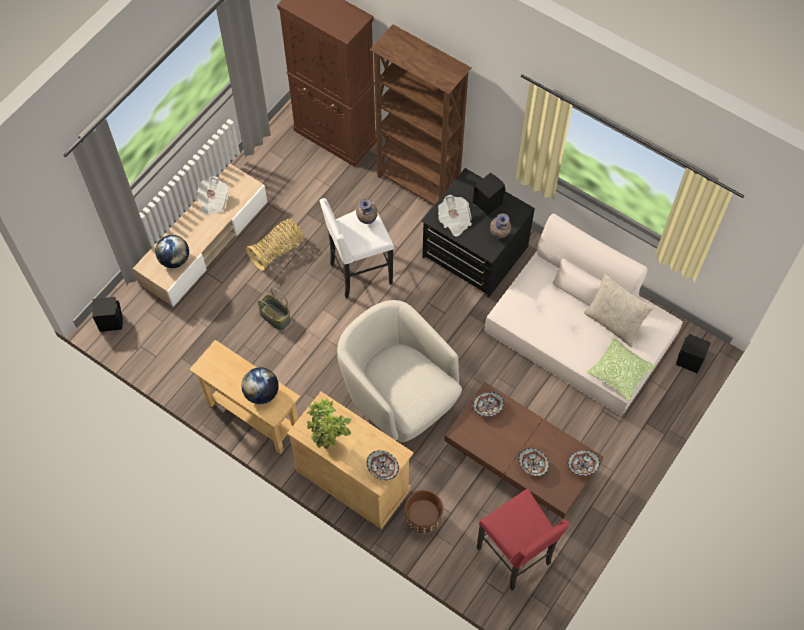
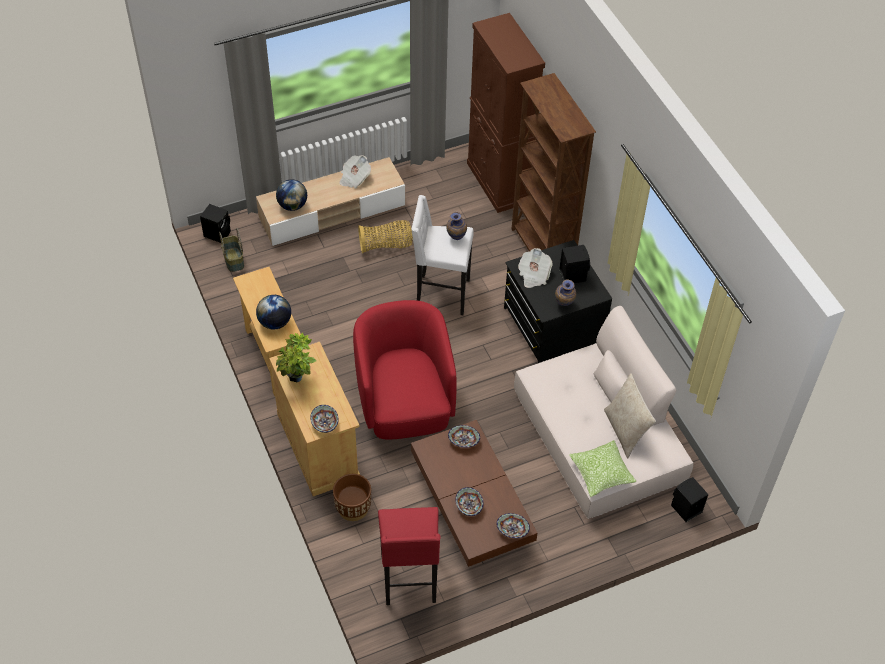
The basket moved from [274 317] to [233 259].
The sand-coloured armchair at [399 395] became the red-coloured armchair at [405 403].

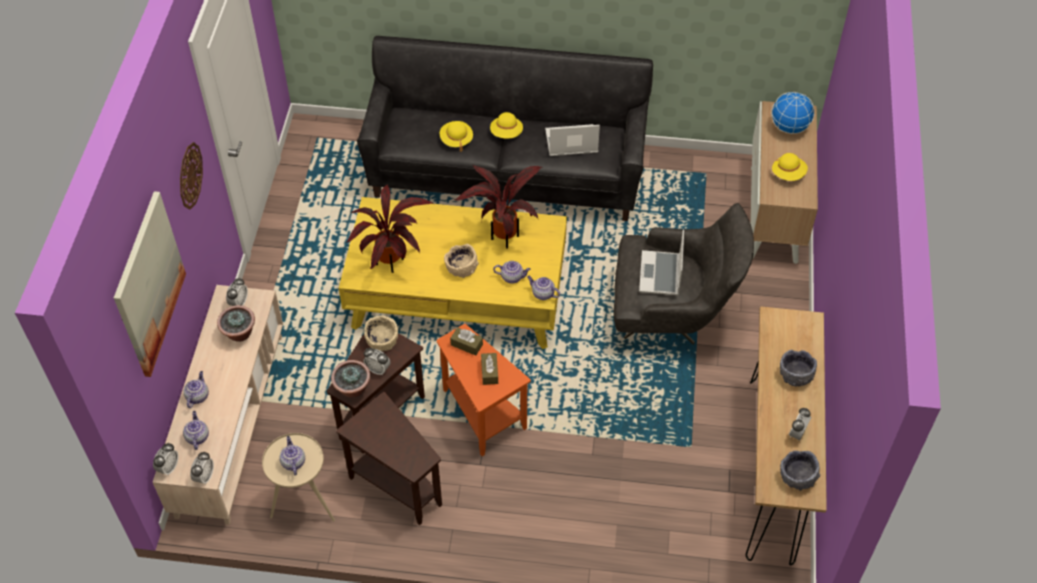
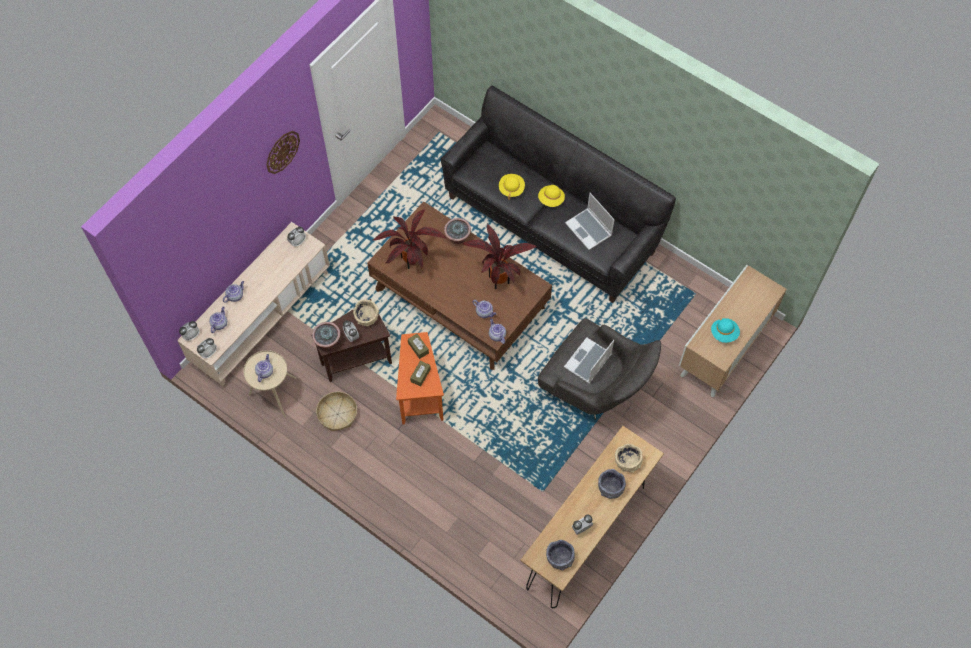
The globe at [789 127] disappeared.
The portable computer at [570 142] turned 150 degrees counterclockwise.
The yellow clothing hat at [788 174] became the turquoise clothing hat at [724 333].
The picture at [148 284] disappeared.
The yellow coffee table at [458 293] became the brown coffee table at [460 299].
The sand-coloured bowl moved from [461 268] to [627 462].
The potted plant moved from [239 334] to [457 238].
The brown side table at [396 484] was replaced by the basket at [337 414].

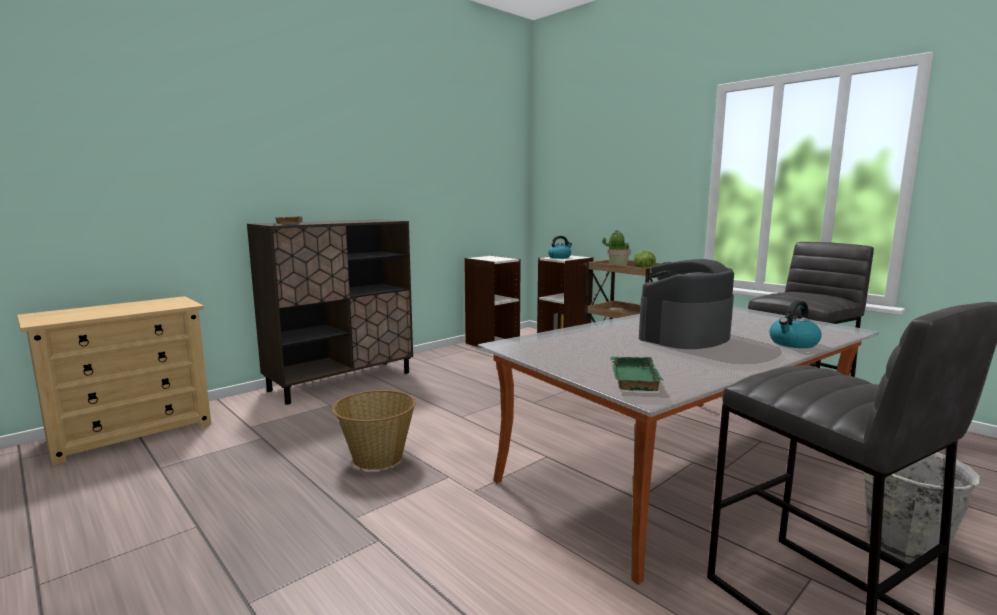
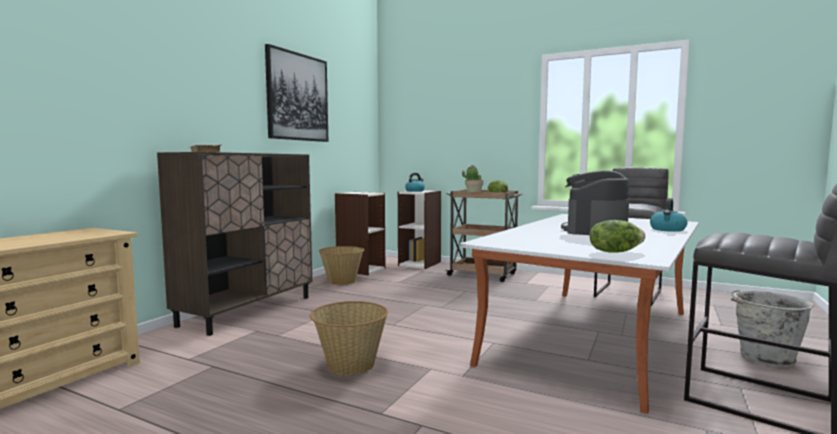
The green carrying tray at [631 378] was replaced by the lettuce at [615 252].
The picture at [297 97] appeared.
The basket at [342 281] appeared.

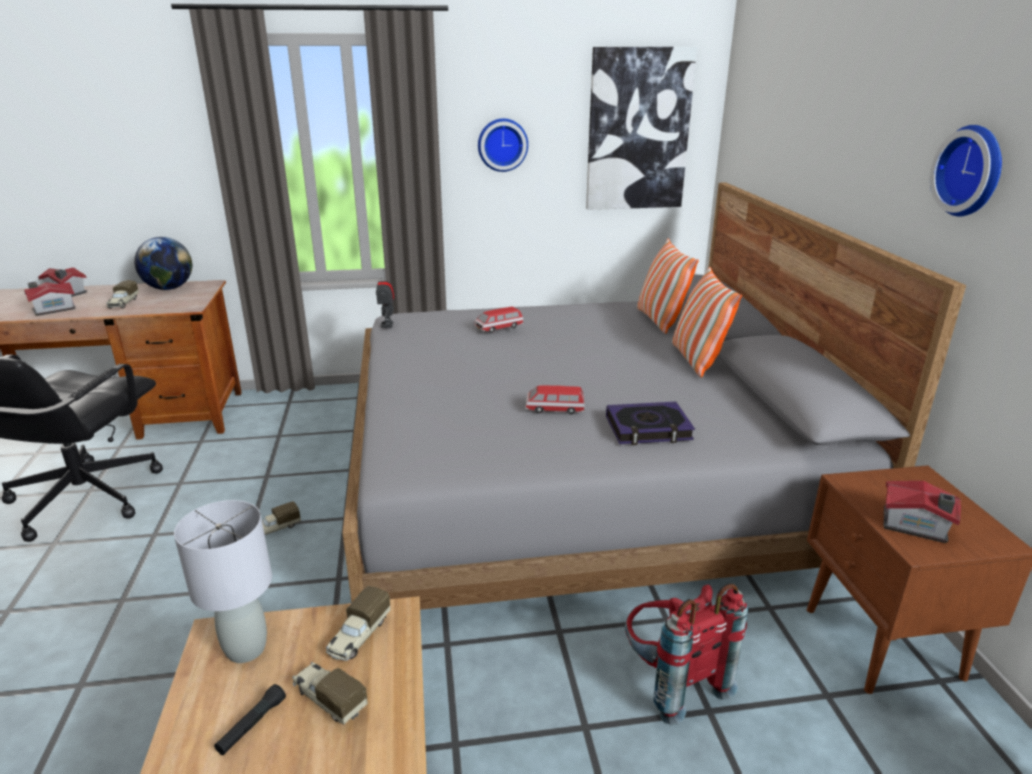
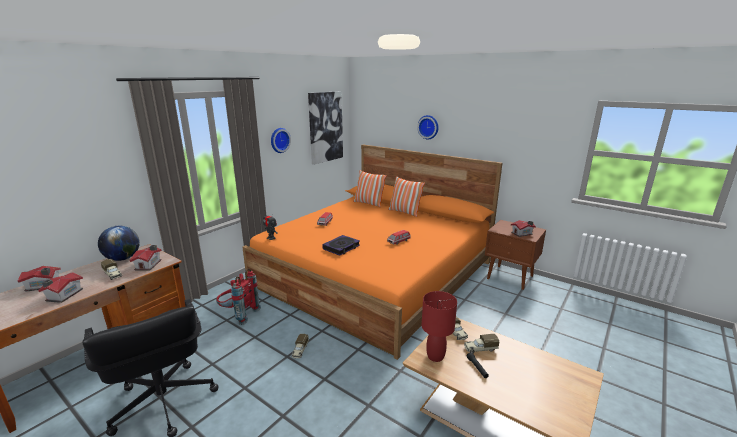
The clock on the wall moved from [972 171] to [428 127].
The grey bed at [578 472] became the orange bed at [376 273].
The bound book moved from [648 429] to [341 247].
The grey lamp for a table at [246 650] became the red-coloured lamp for a table at [435 356].
The red-coloured rucksack moved from [671 681] to [238 315].
The model house at [149 264] appeared.

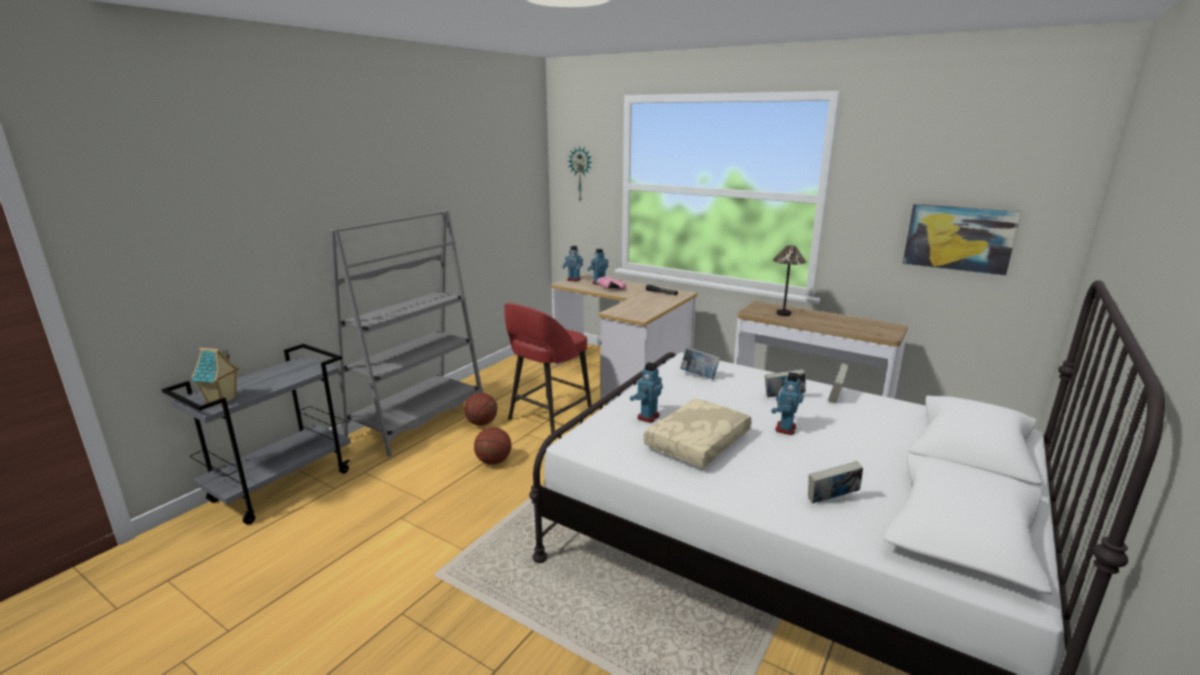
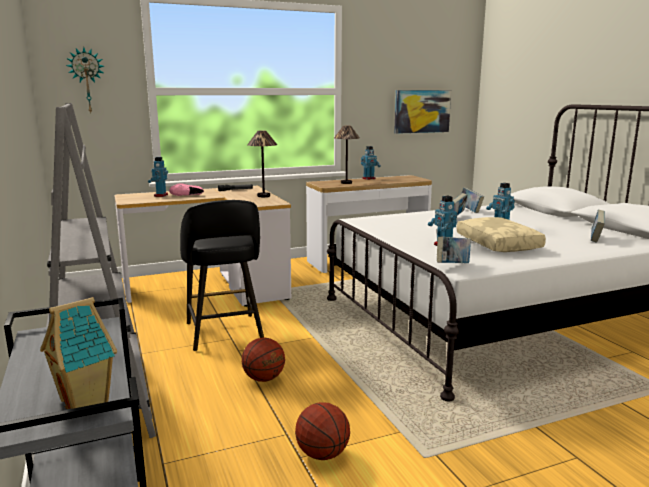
The robot figure moved from [573 280] to [369 178].
The red-coloured stool seat at [548 417] became the black stool seat at [224 333].
The bound book moved from [699 376] to [452 265].
The basketball moved from [481 423] to [322 454].
The lamp for a table at [264 196] appeared.

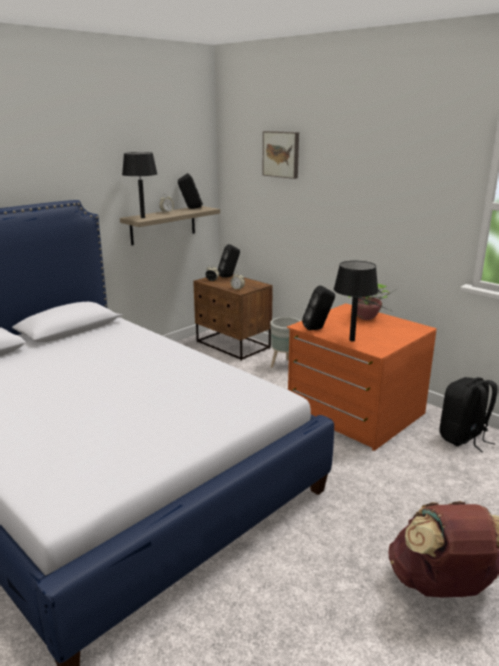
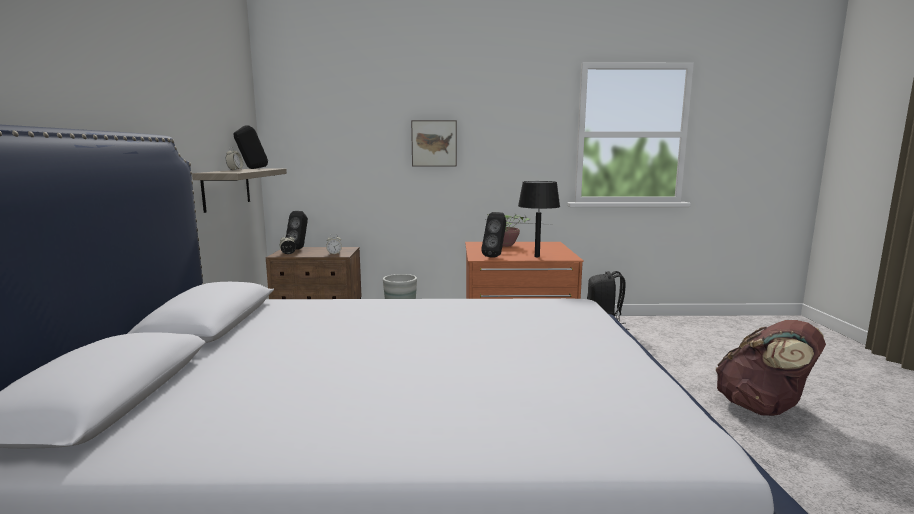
The picture moved from [281 154] to [434 143].
The black lamp for a table at [142 217] disappeared.

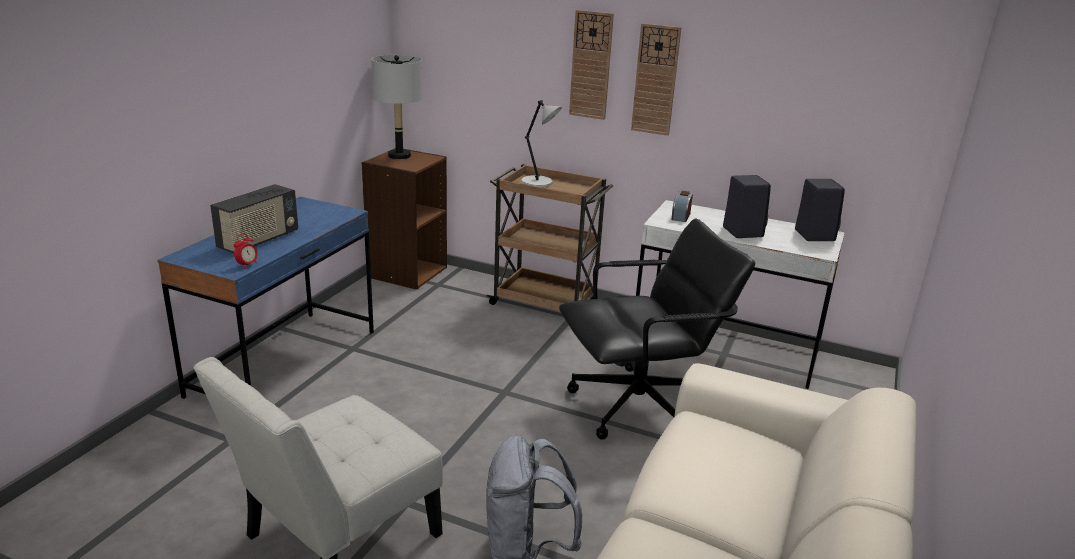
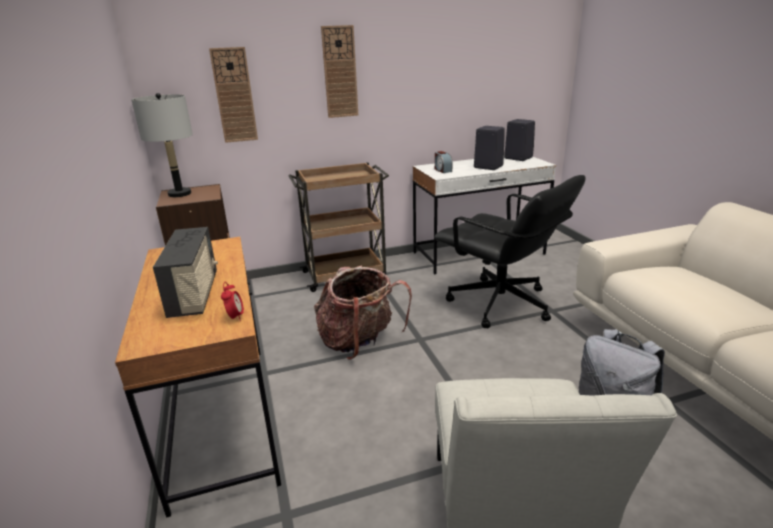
The clock on the wall moved from [655 80] to [234 95].
The grey lamp for a table at [538 182] disappeared.
The bluish desk table at [285 363] became the brown desk table at [223 418].
The black computer chair at [639 407] turned 105 degrees clockwise.
The rucksack at [359 342] appeared.

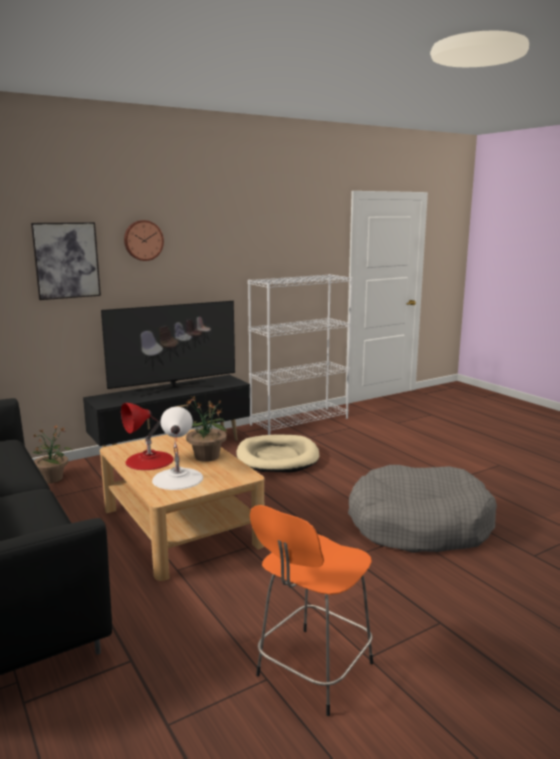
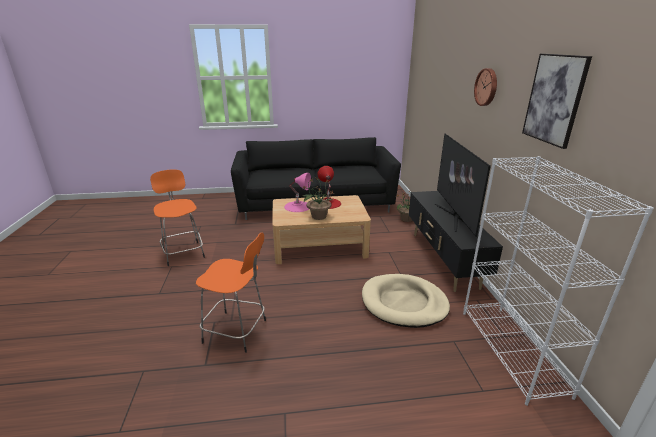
The picture moved from [66 260] to [554 99].
The whitish lamp for a table at [177 478] became the pink lamp for a table at [297 206].
The grey dog cushion at [418 525] was replaced by the orange stool seat at [237 331].

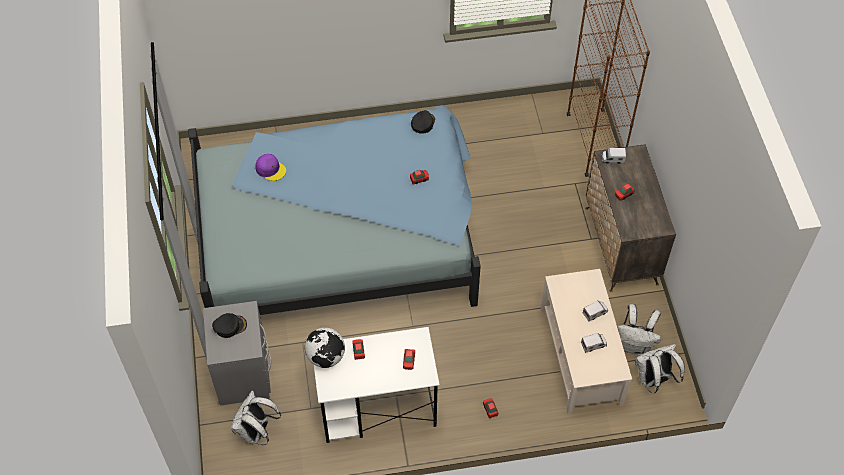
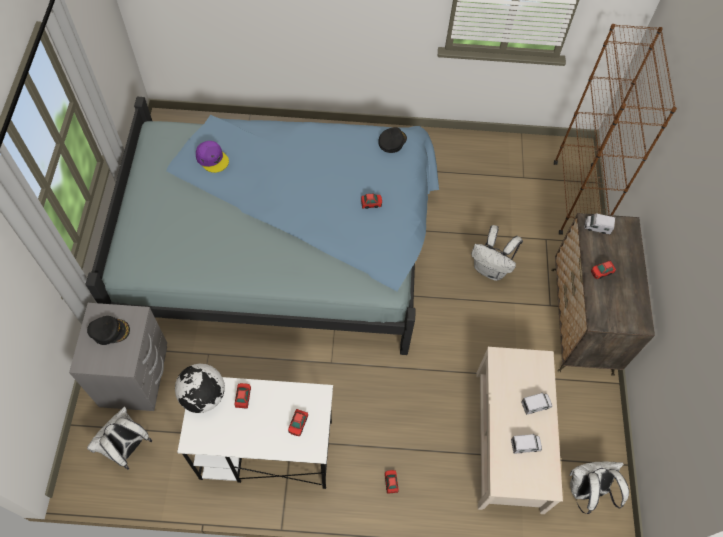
The whitish rucksack moved from [634 345] to [490 269].

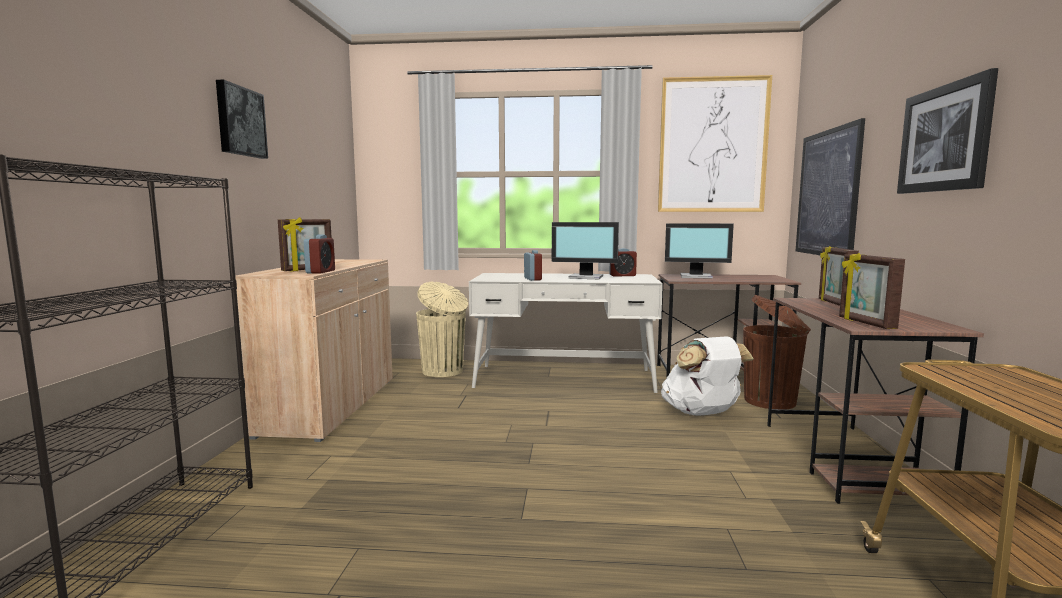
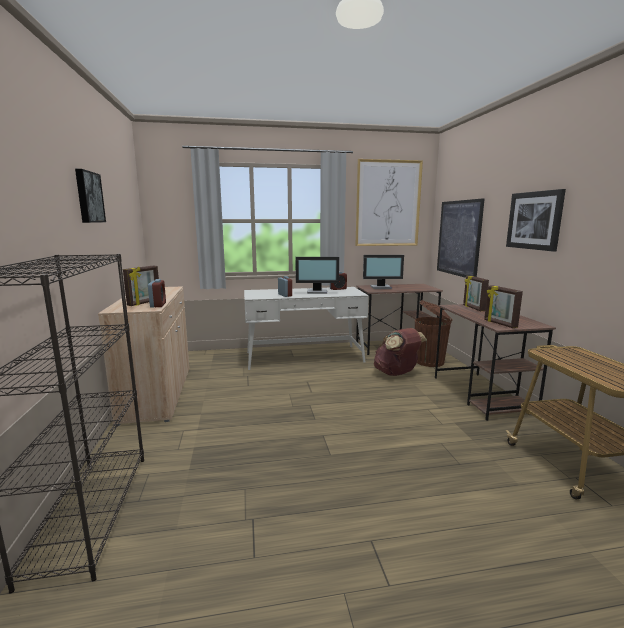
The sand-coloured rubbish bin at [443 371] disappeared.
The whitish rucksack at [702 413] became the brown rucksack at [396 373].

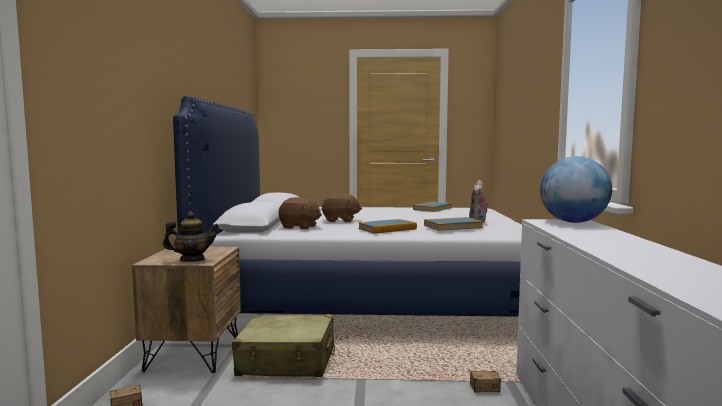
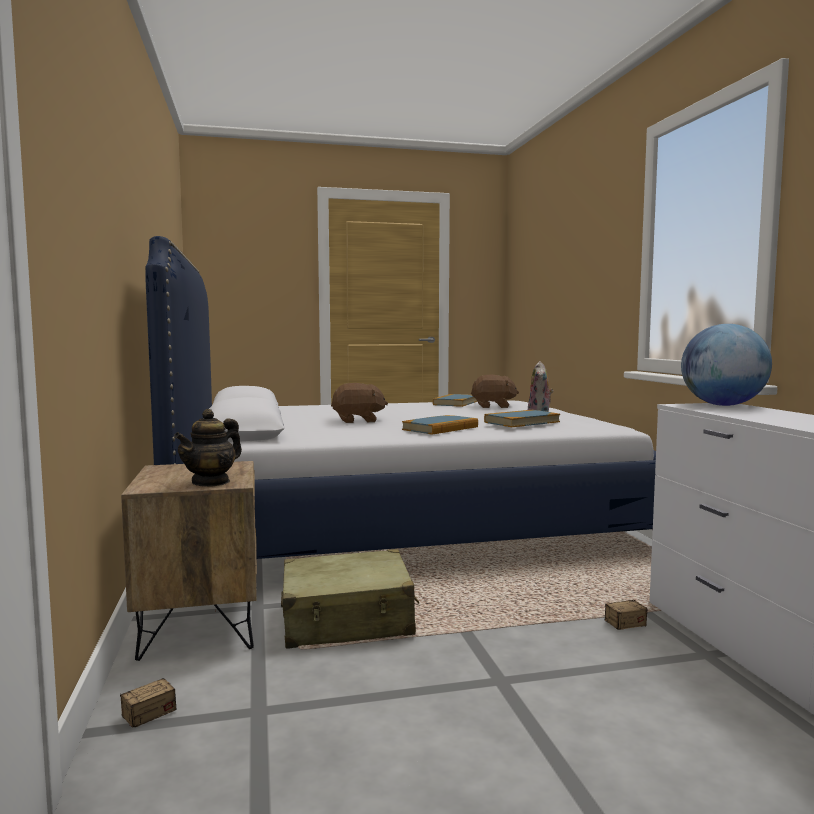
The brown plush toy moved from [299 227] to [493 406].
The tea pot at [192 260] turned 150 degrees clockwise.

